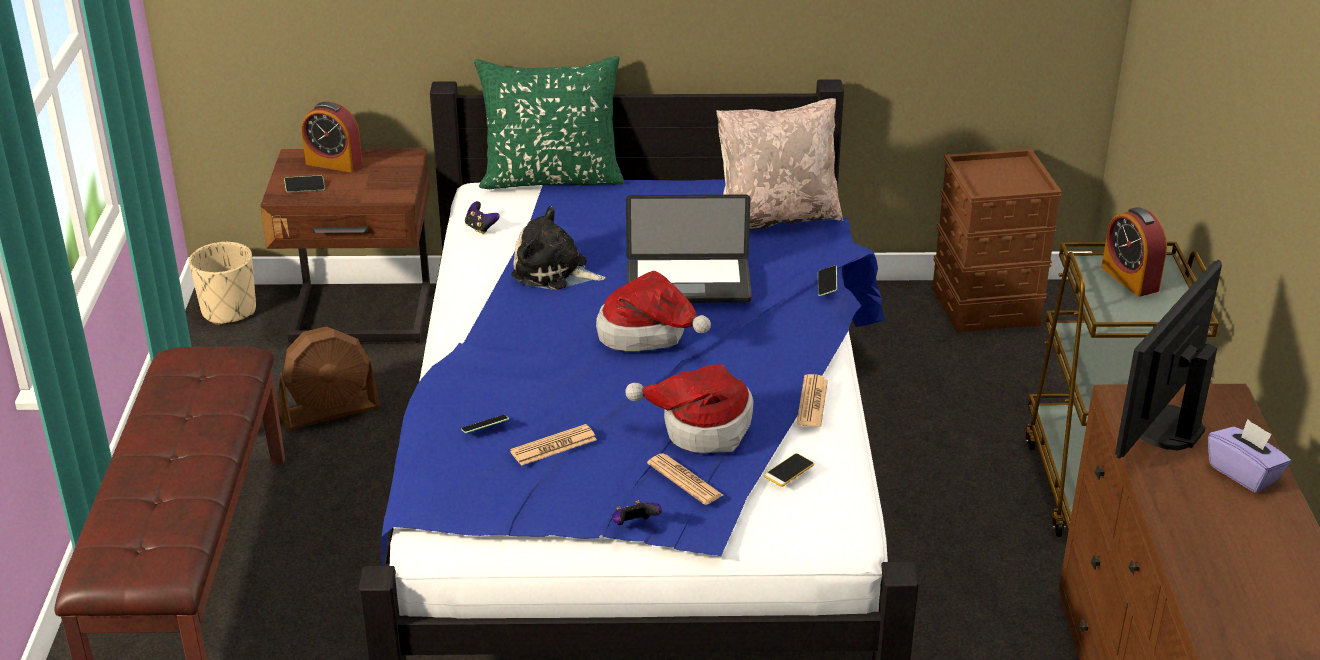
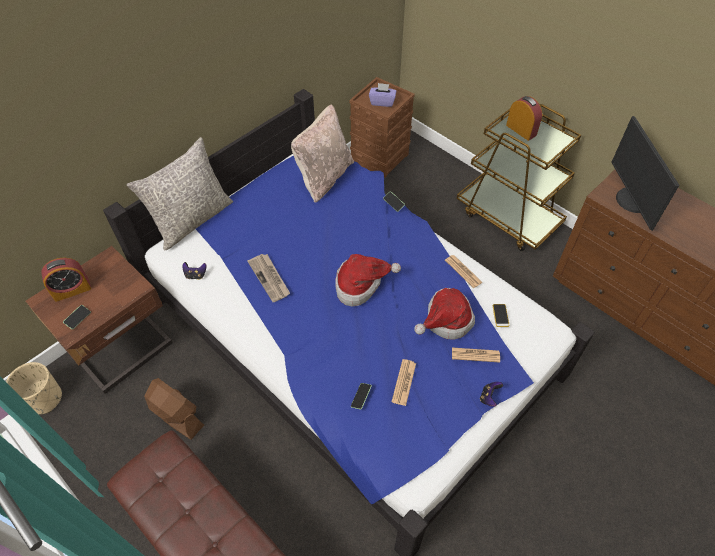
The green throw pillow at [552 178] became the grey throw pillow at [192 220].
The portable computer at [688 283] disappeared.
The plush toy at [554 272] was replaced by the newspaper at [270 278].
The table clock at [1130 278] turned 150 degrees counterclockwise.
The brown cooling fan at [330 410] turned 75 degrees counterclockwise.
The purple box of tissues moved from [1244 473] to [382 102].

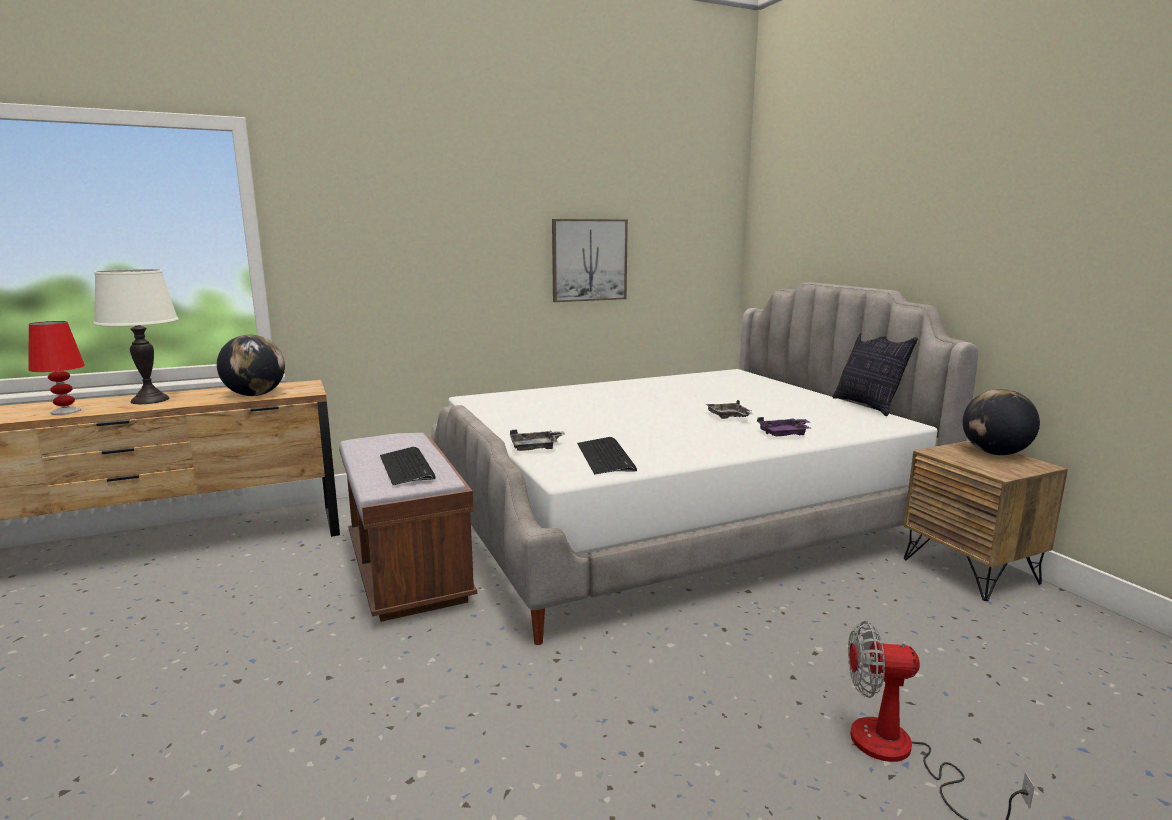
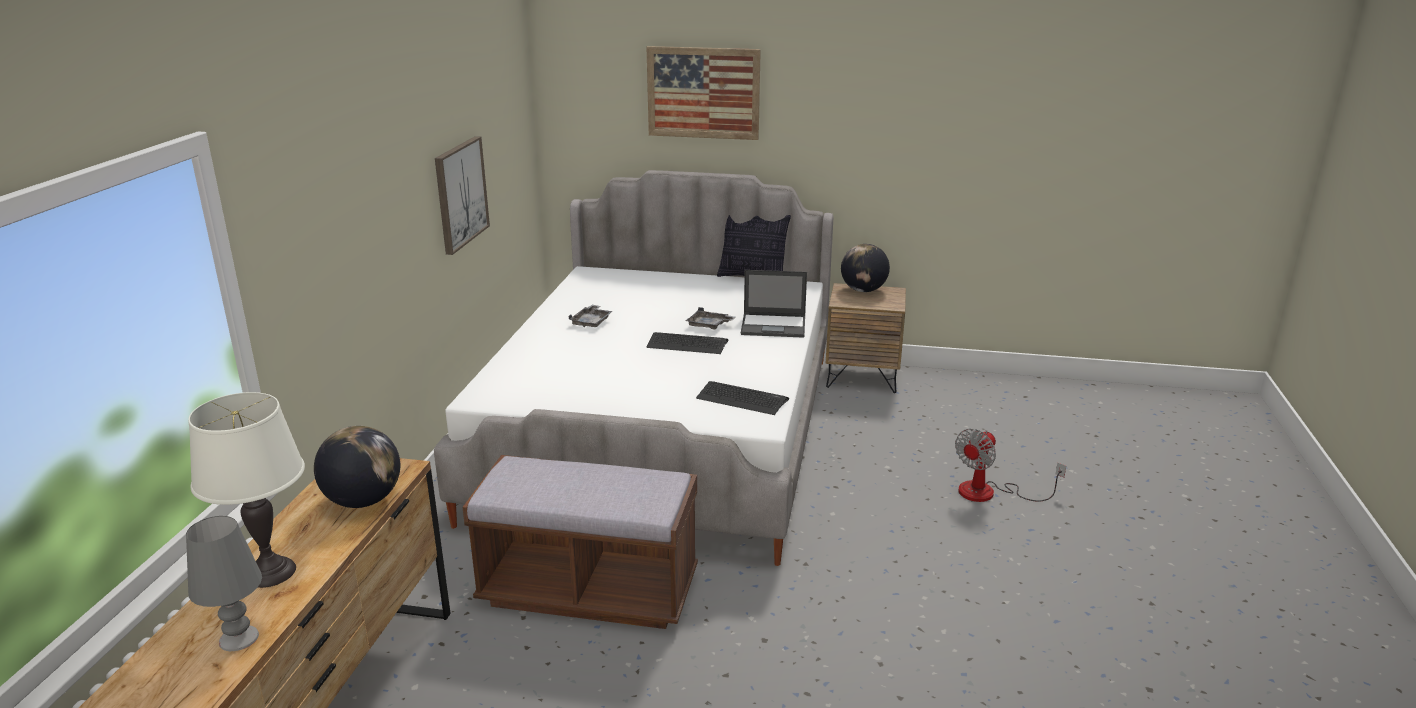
The red-coloured lamp for a table at [65 411] became the grey lamp for a table at [238 638].
The purple carrying tray at [785 434] was replaced by the portable computer at [774 326].
The grey carrying tray moved from [536 447] to [591 322].
The keyboard moved from [407 467] to [687 344].
The picture at [703 93] appeared.

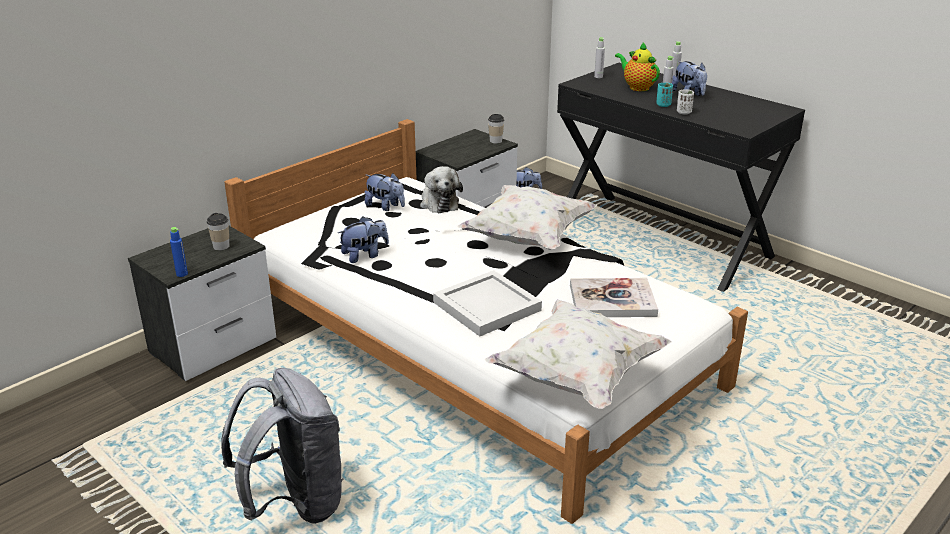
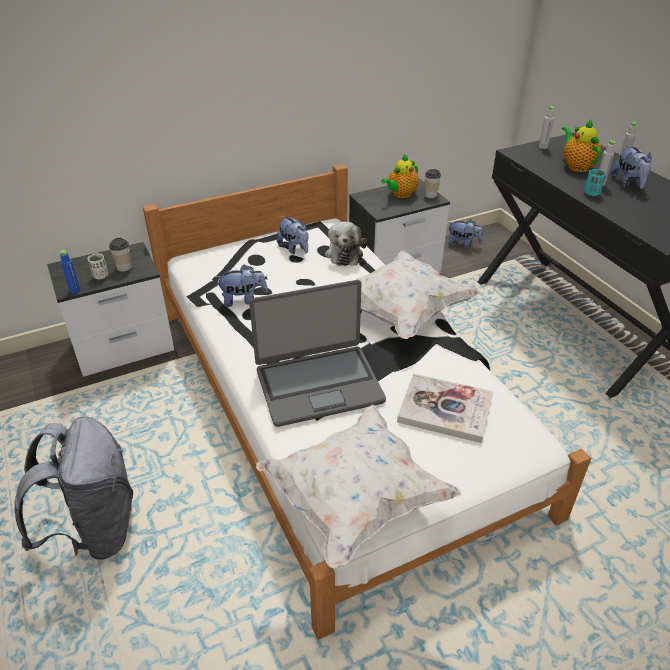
The whitish drinking cup moved from [684 112] to [100 276].
The whitish carrying tray at [487 305] was replaced by the portable computer at [318 385].
The tea pot at [400 194] appeared.

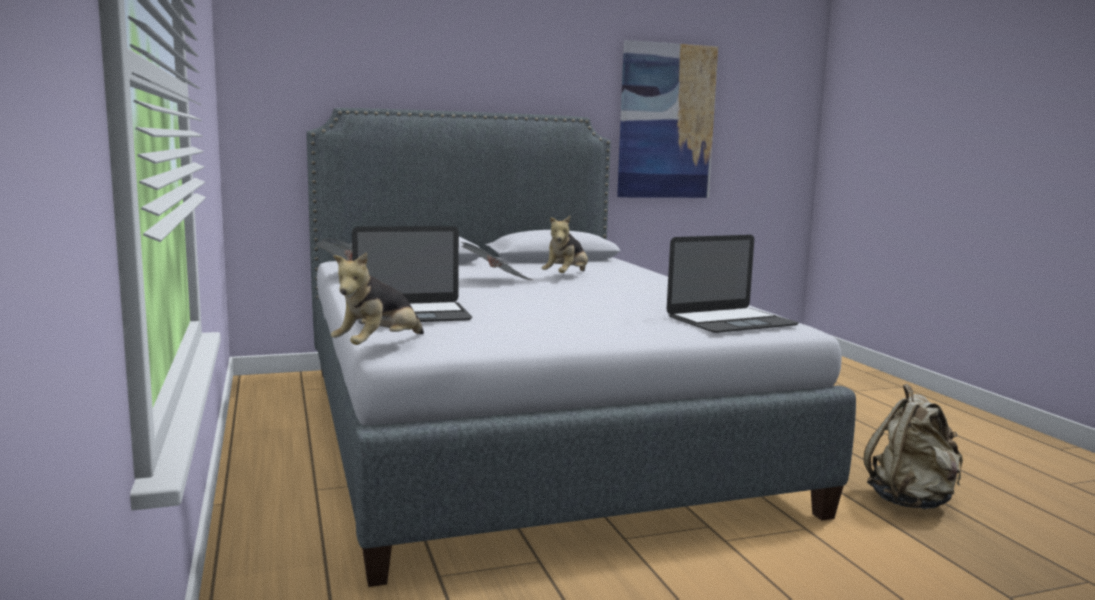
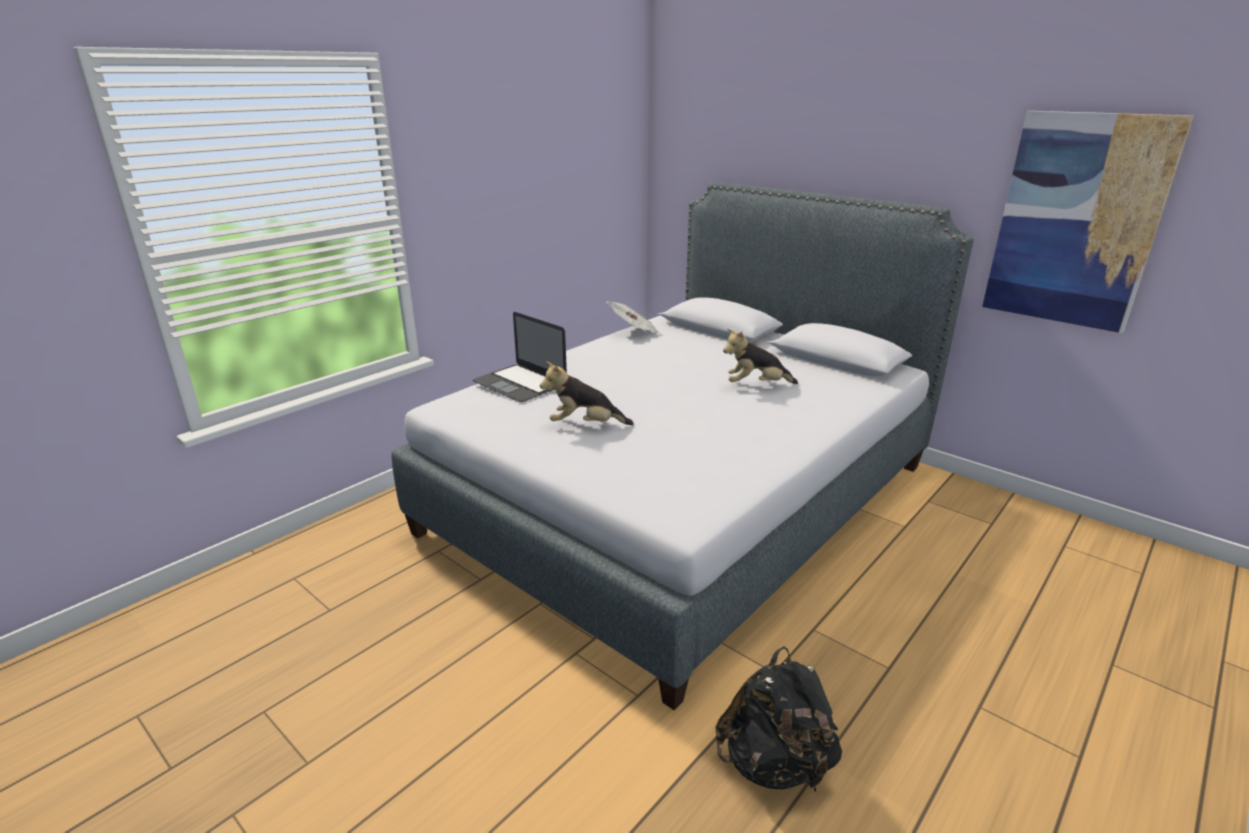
The portable computer at [731 321] disappeared.
The newspaper at [496 281] disappeared.
The plush toy moved from [379 347] to [585 425].
The sand-coloured rucksack at [911 501] became the black rucksack at [775 764].

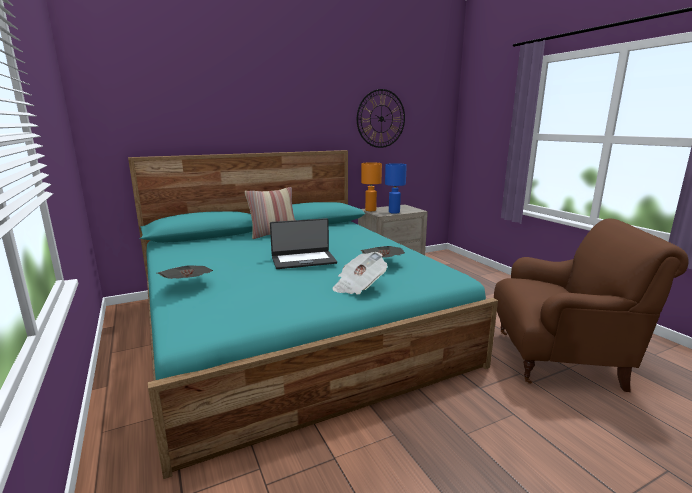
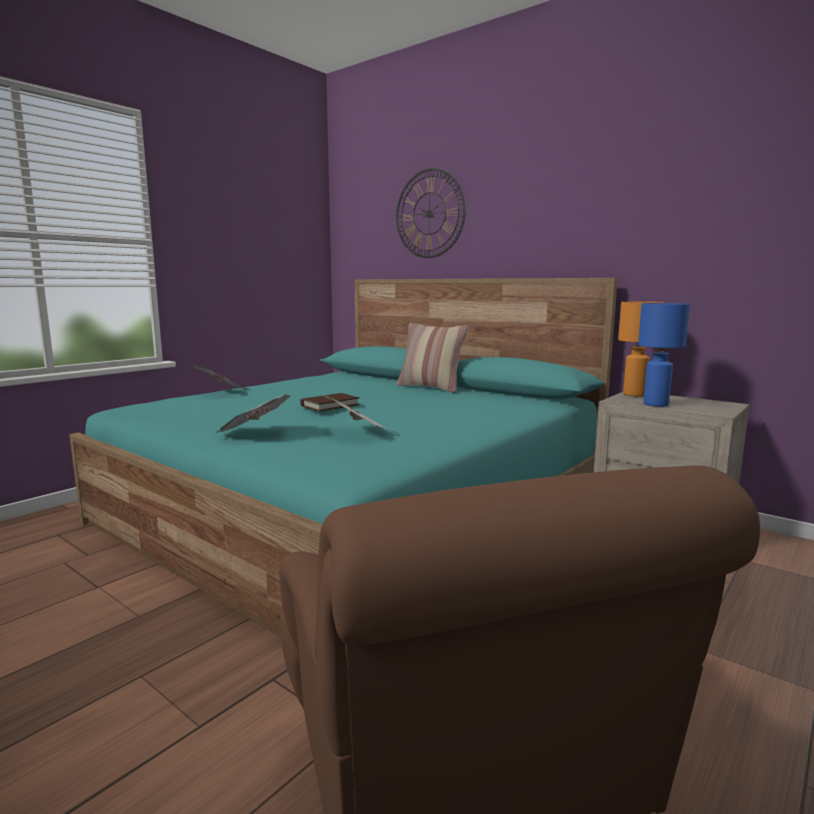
The clock on the wall moved from [381 119] to [429 213].
The portable computer at [303 260] was replaced by the brown bound book at [330 405].

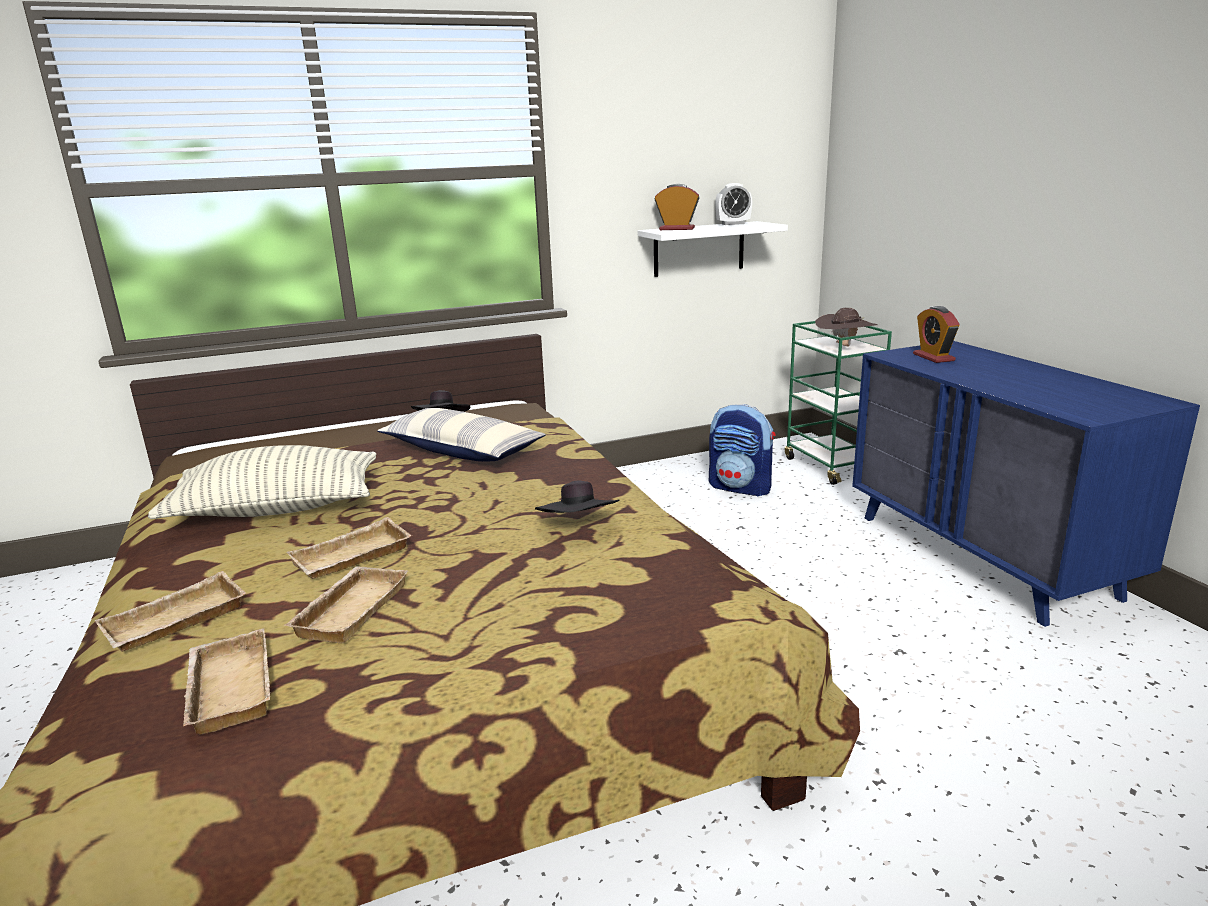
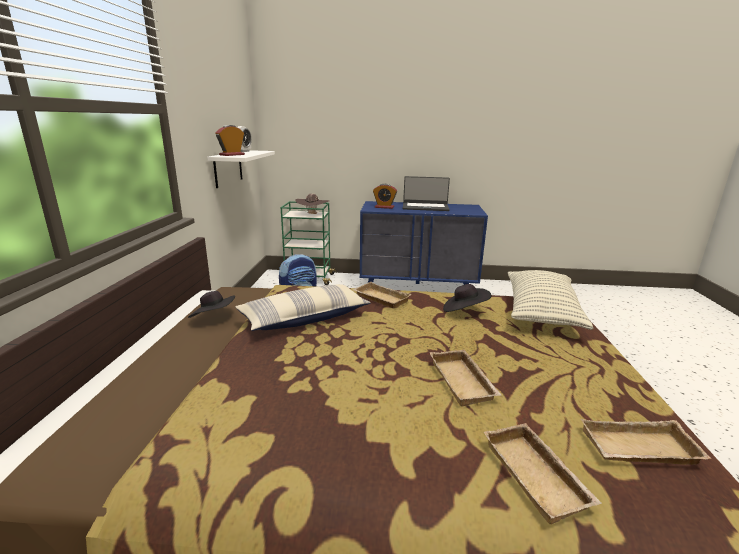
The throw pillow moved from [277 509] to [541 312].
The sand-coloured carrying tray moved from [350 609] to [379 299].
The portable computer at [425 207] appeared.

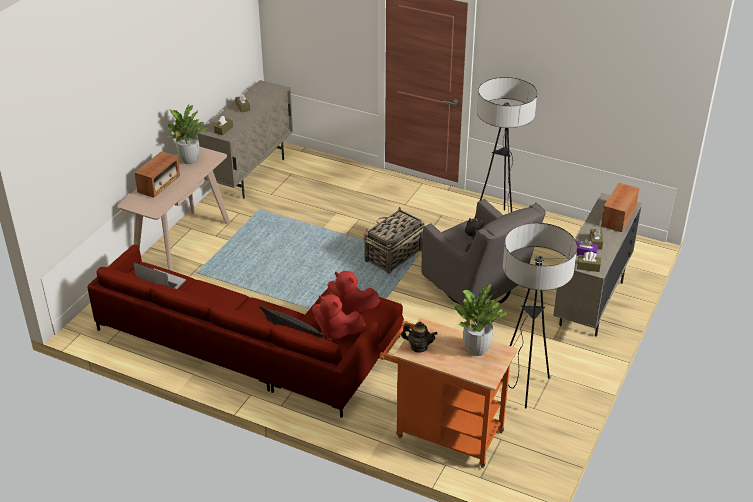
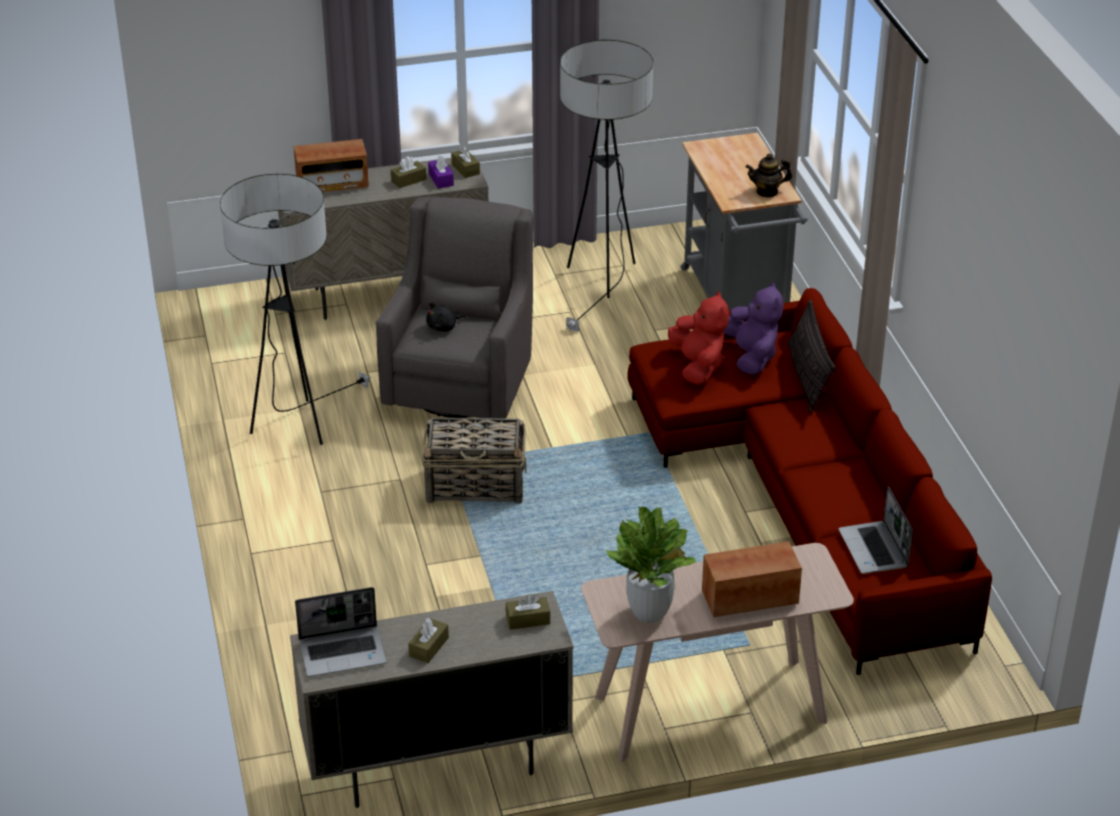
The potted plant at [476 350] disappeared.
The red-coloured plush toy at [336 332] became the purple plush toy at [751 357].
The orange trolley at [443 433] became the grey trolley at [737 301].
The tea pot at [419 347] turned 75 degrees counterclockwise.
The portable computer at [343 652] appeared.

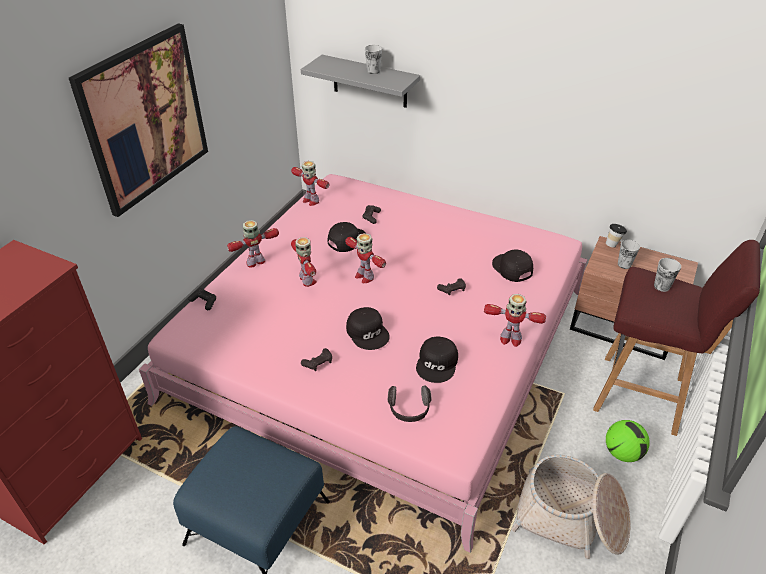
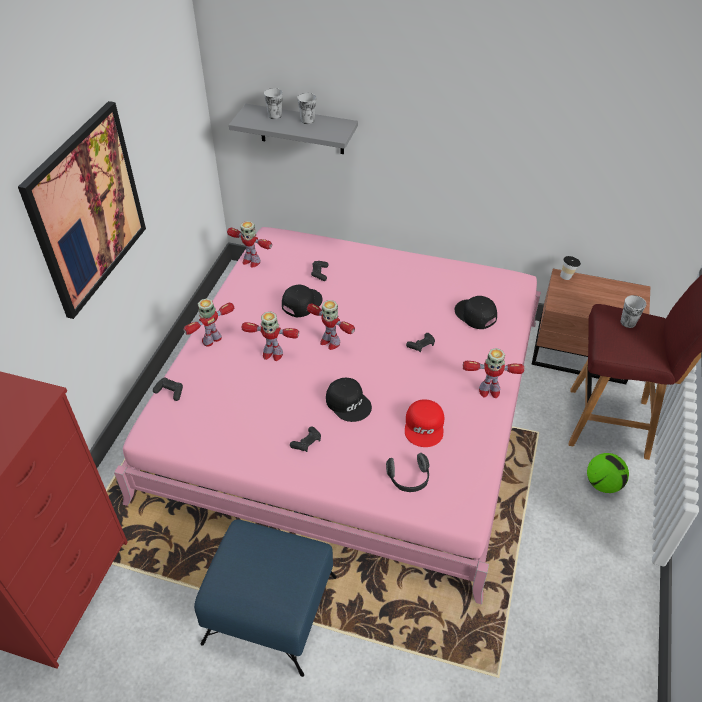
The robot figure at [307 280] turned 135 degrees clockwise.
The drinking cup moved from [624 264] to [275 115].
The black baseball cap at [437 363] became the red-coloured baseball cap at [425 426].
The basket at [571 517] disappeared.

